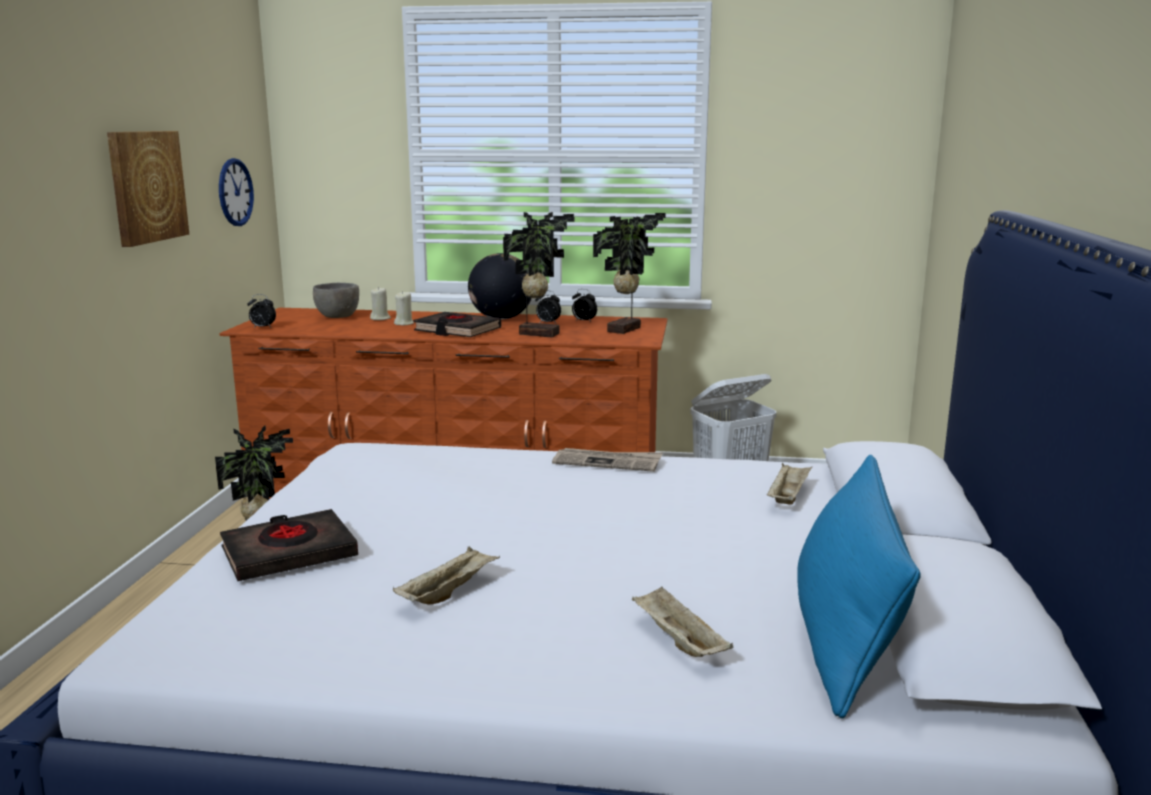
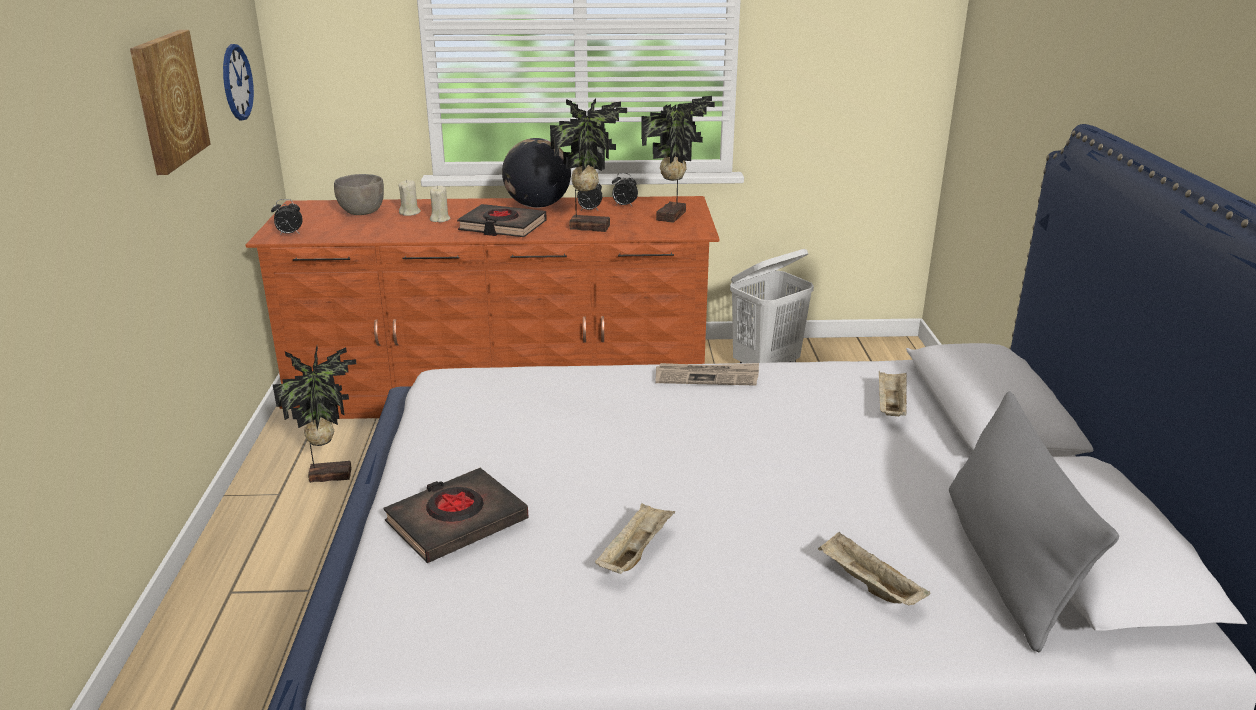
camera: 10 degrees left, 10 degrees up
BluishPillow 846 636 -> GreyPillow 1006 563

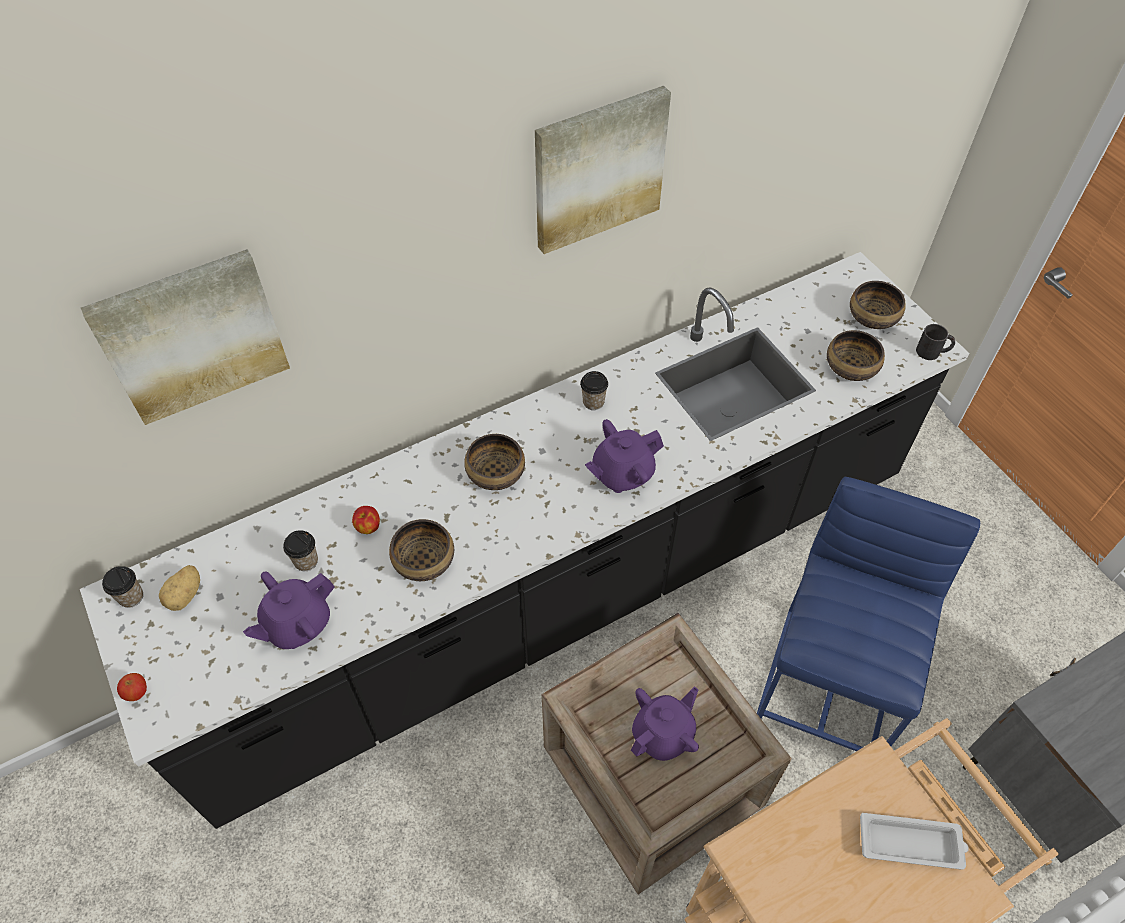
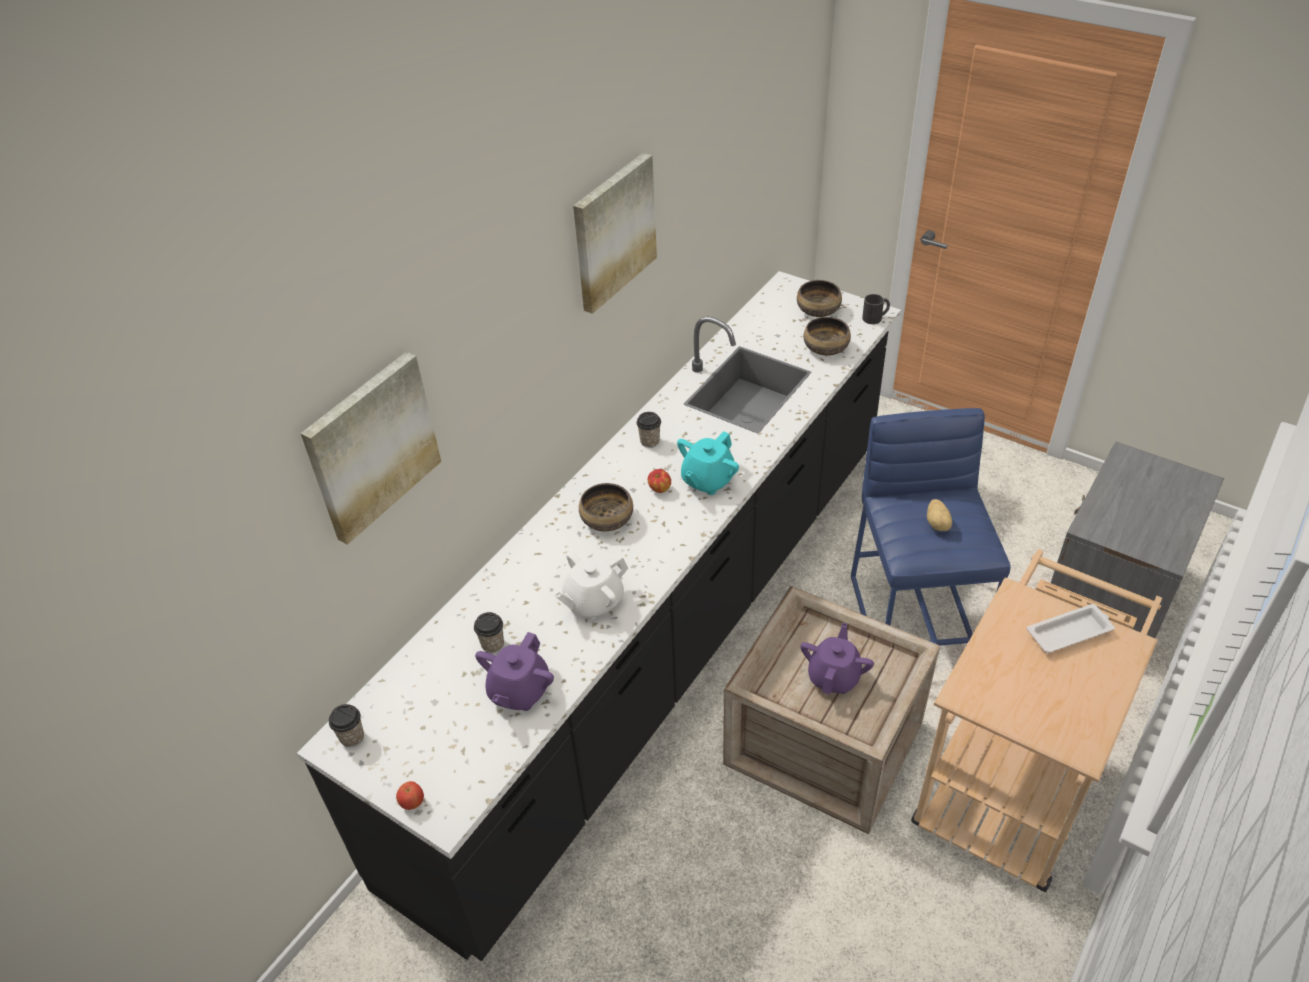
camera: 25 degrees left, 10 degrees down
PurplePotForTea 622 473 -> TurquoisePotForTea 707 480
WholeApple 368 527 -> WholeApple 659 489, moved
Bowl 424 560 -> WhitishPotForTea 593 602
Potato 186 595 -> Potato 938 524, moved

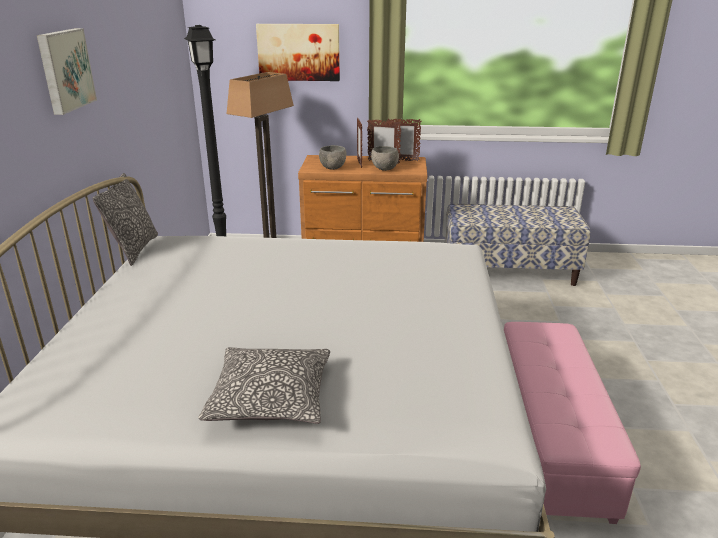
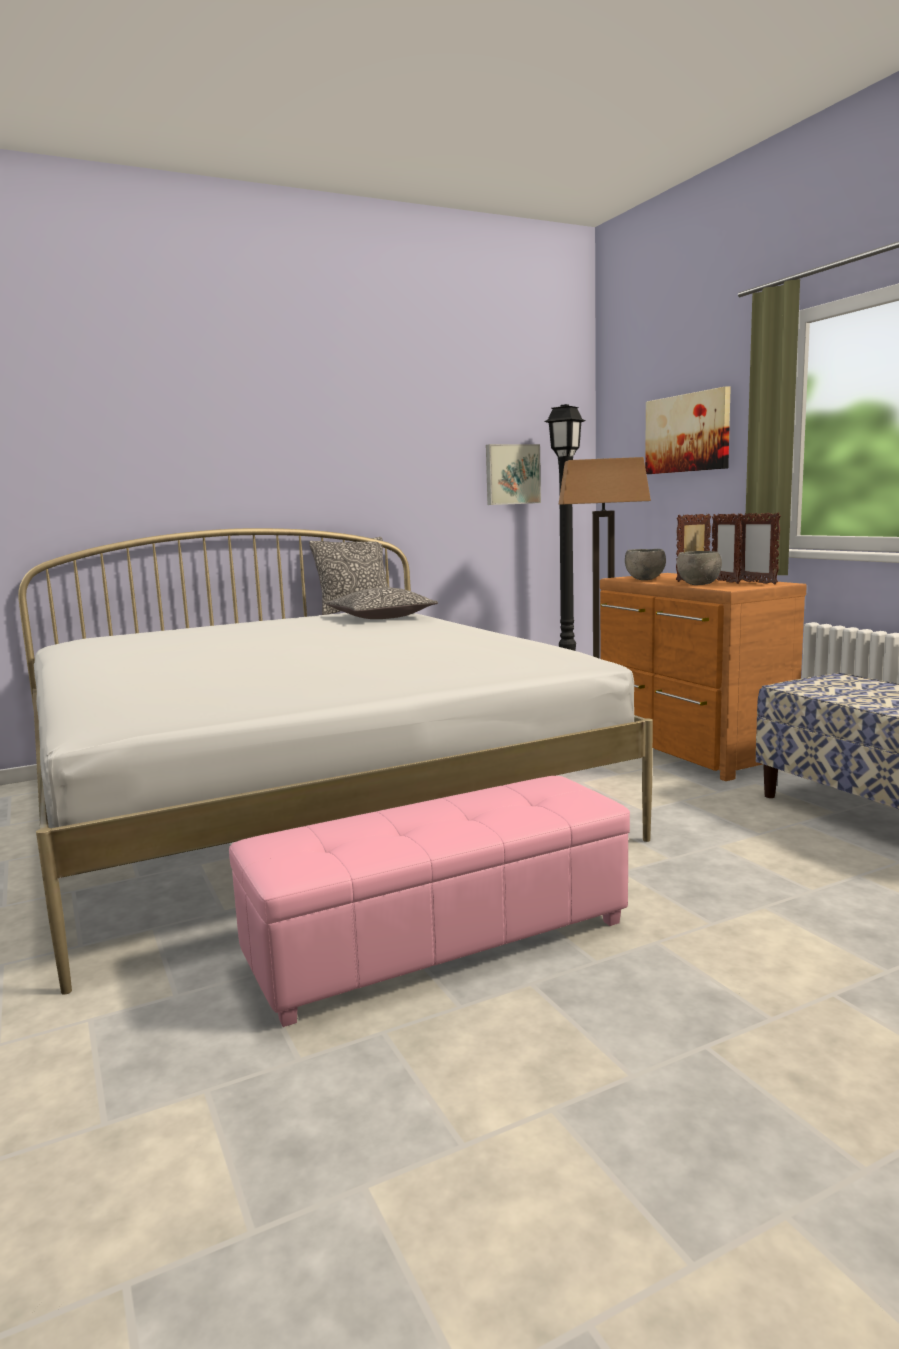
camera: 60 degrees right, 15 degrees down
WallPicture 64 70 -> WallPicture 512 474, moved
Pillow 270 397 -> Pillow 381 617, moved

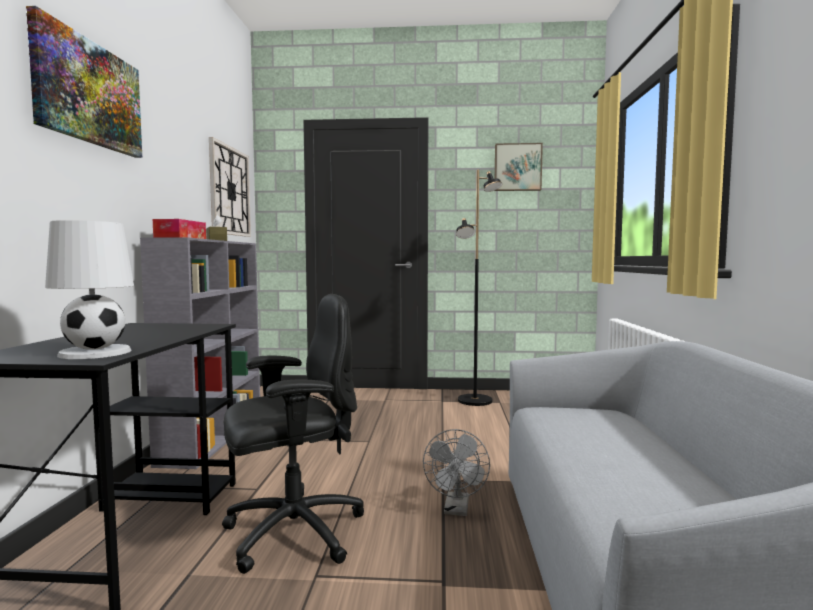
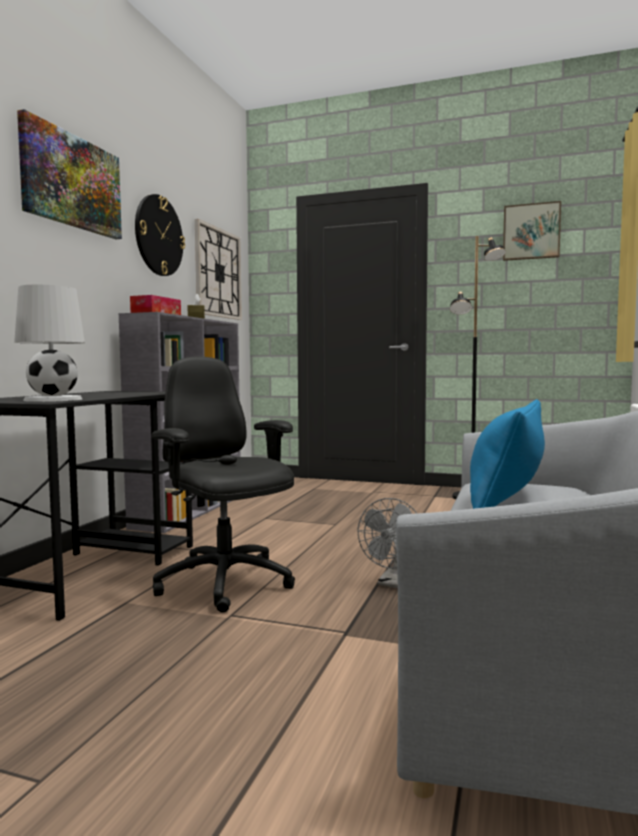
camera: 15 degrees right, 0 degrees up
BlackishOfficeChair 292 533 -> BlackishOfficeChair 225 584, 120 degrees counterclockwise
none -> WallClock 159 236
none -> BluishPillow 506 498

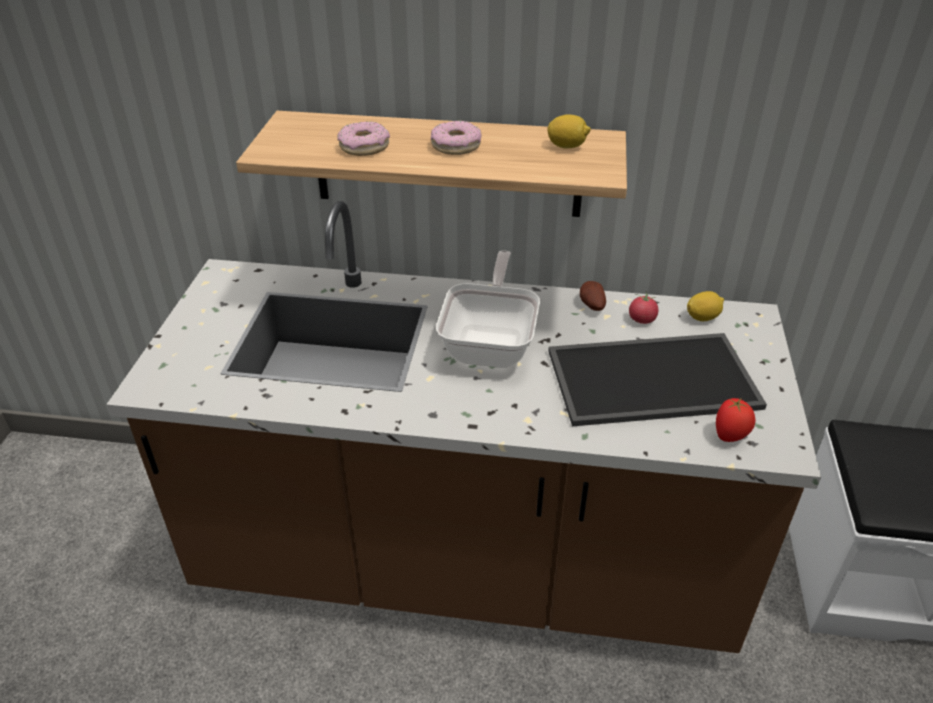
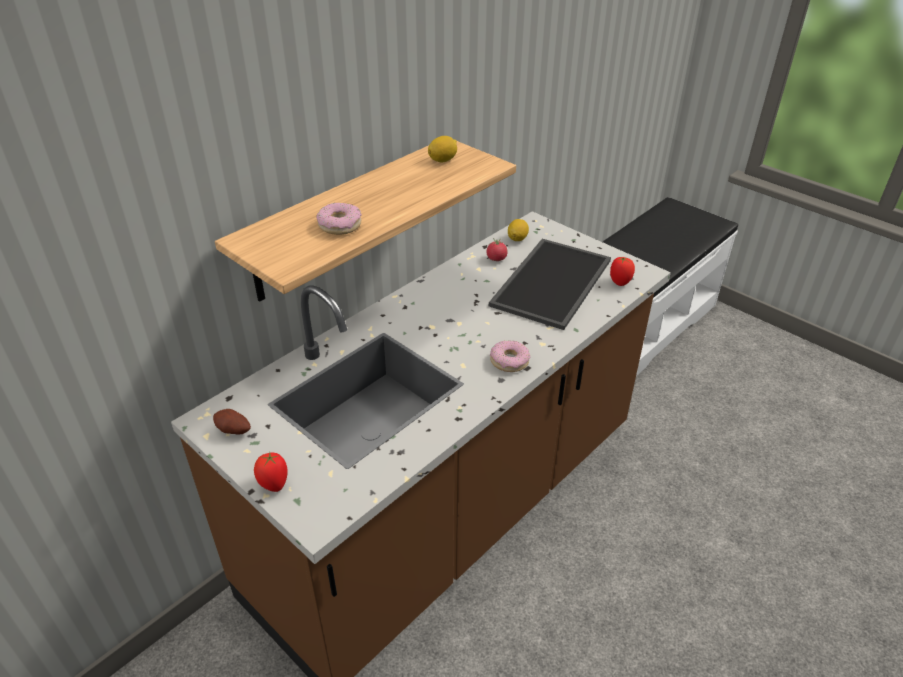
camera: 55 degrees left, 0 degrees up
Doughnut 455 146 -> Doughnut 509 361, moved
Skillet 491 343 -> none
Potato 591 305 -> Potato 233 431, moved
none -> Tomato 273 484

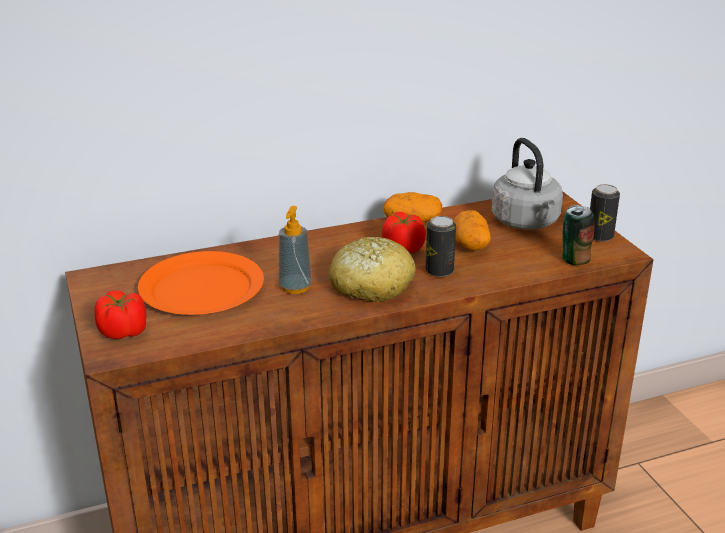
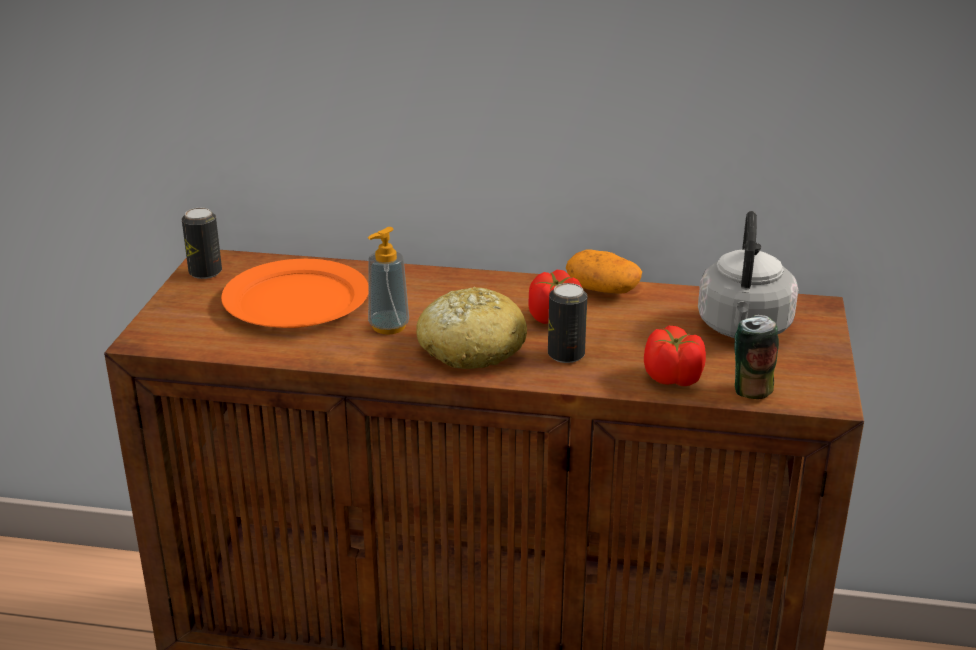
camera: 30 degrees right, 0 degrees up
Can 600 236 -> Can 205 272, moved
Potato 470 244 -> none
Tomato 123 332 -> Tomato 673 378, moved

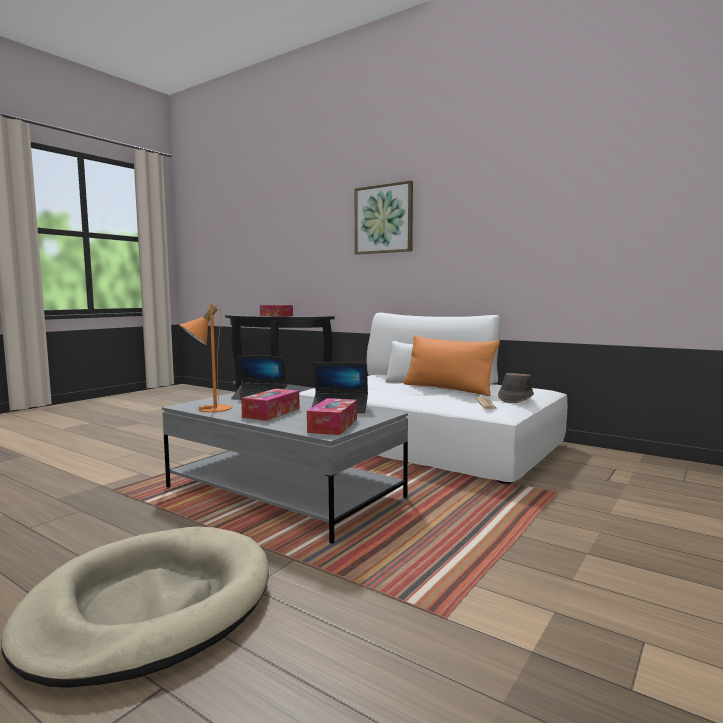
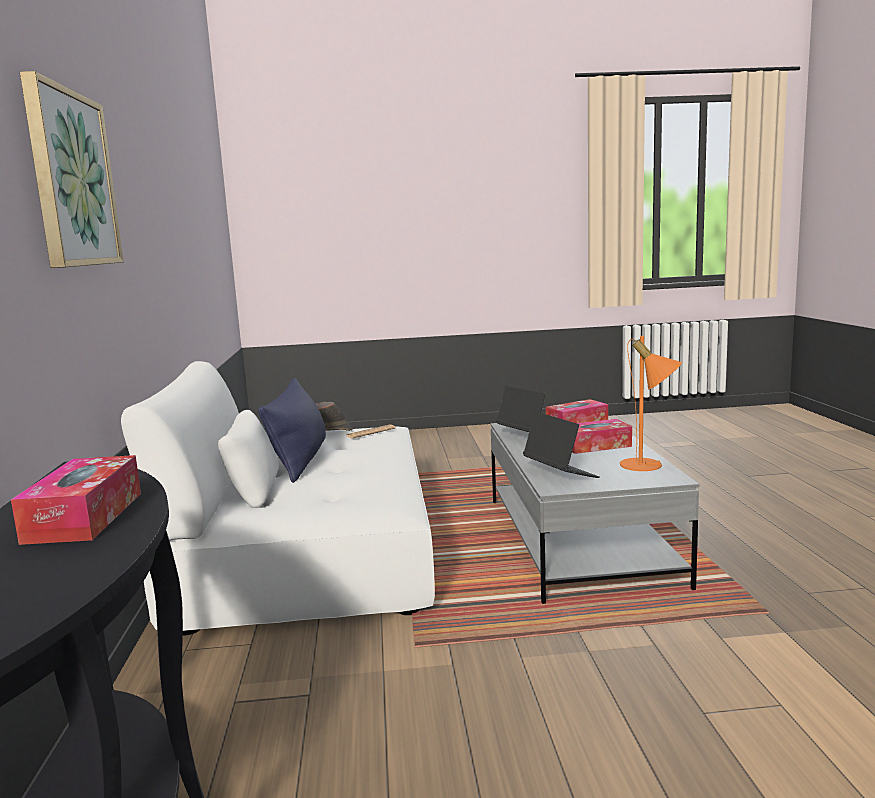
camera: 130 degrees left, 5 degrees up
OrangeColouredPillow 447 389 -> BluishPillow 299 460
BeigeColouredDogBed 149 607 -> none

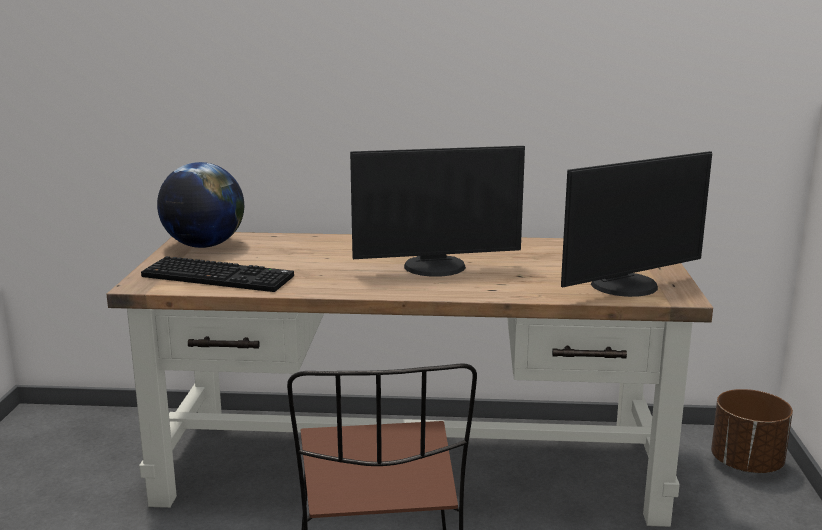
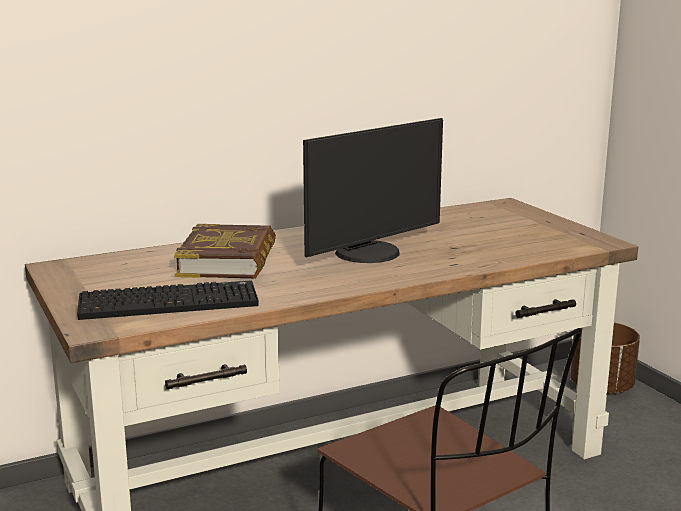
camera: 30 degrees left, 0 degrees up
ComputerScreen 627 286 -> none
WorldGlobe 204 246 -> none
none -> Volume 228 261

